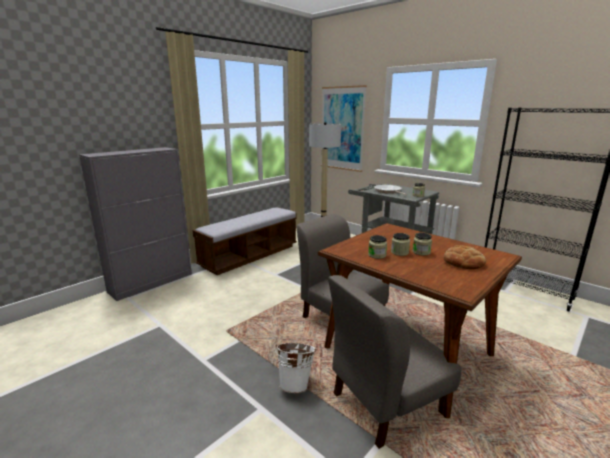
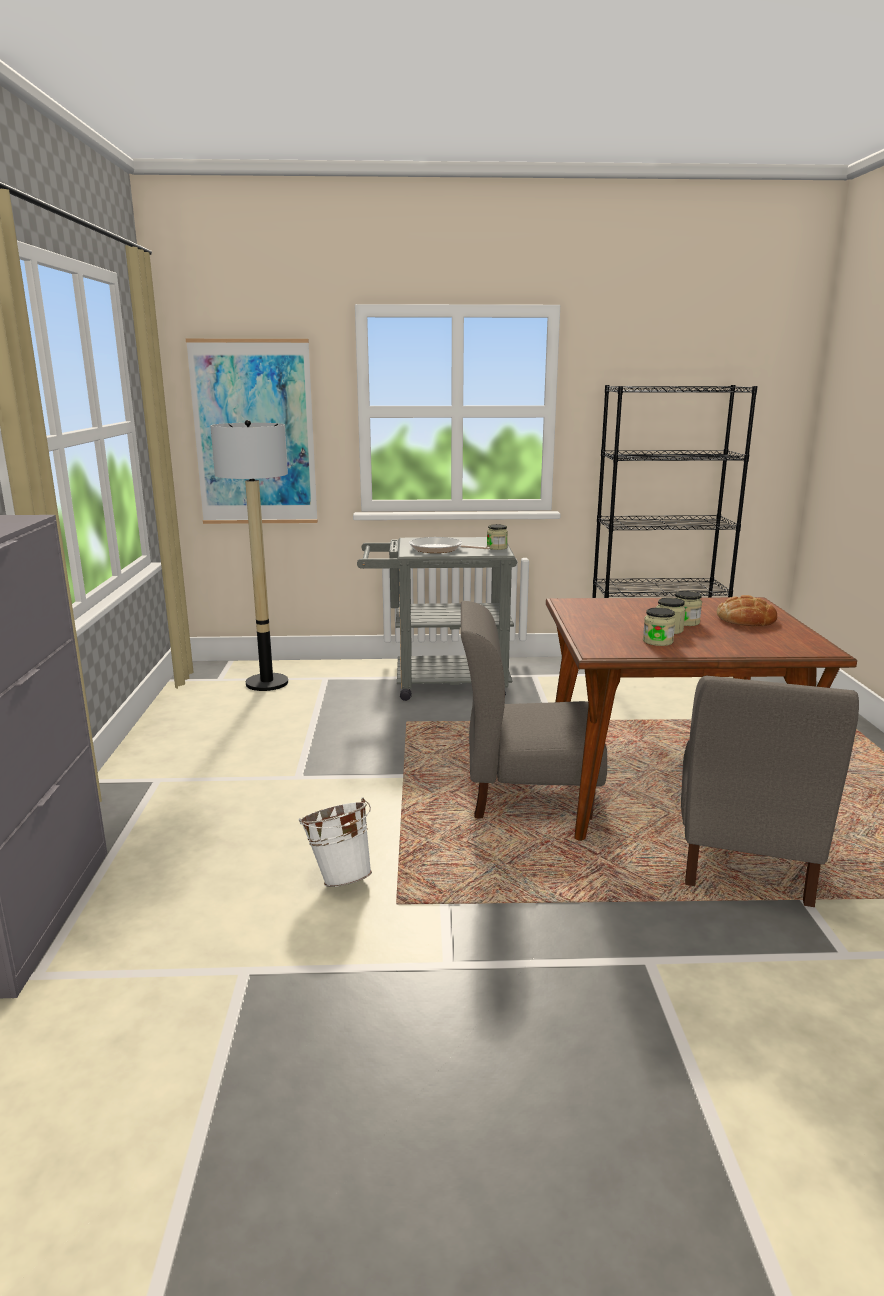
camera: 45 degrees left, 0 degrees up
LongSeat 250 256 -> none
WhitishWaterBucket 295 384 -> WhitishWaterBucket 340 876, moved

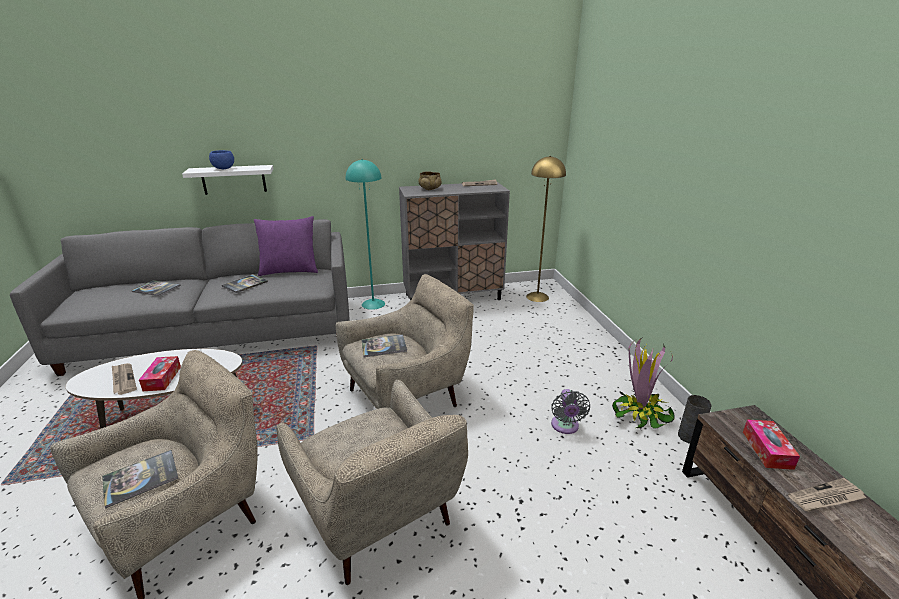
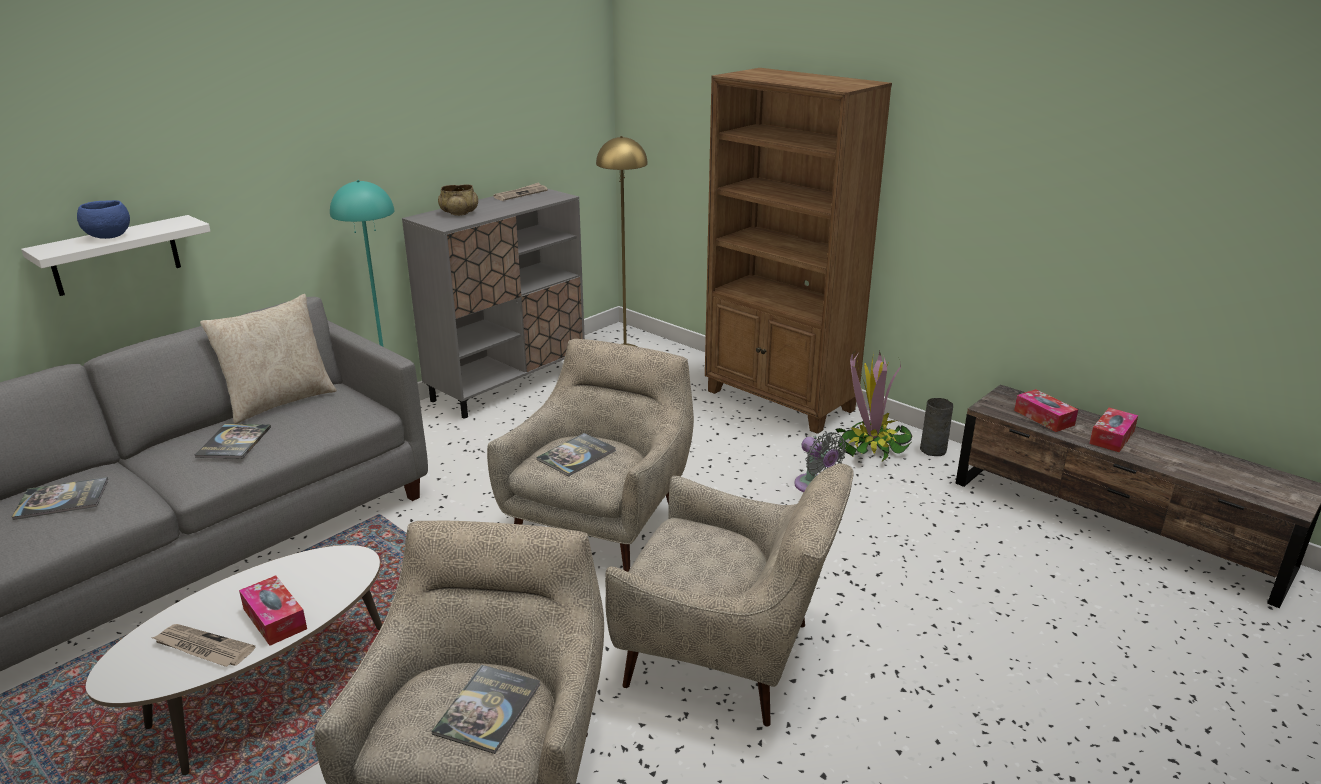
camera: 35 degrees left, 0 degrees up
PurplePillow 289 270 -> BeigeColouredPillow 279 401
PrintedPaper 826 498 -> TissueBox 1112 437
none -> BrownBookshelf 780 401

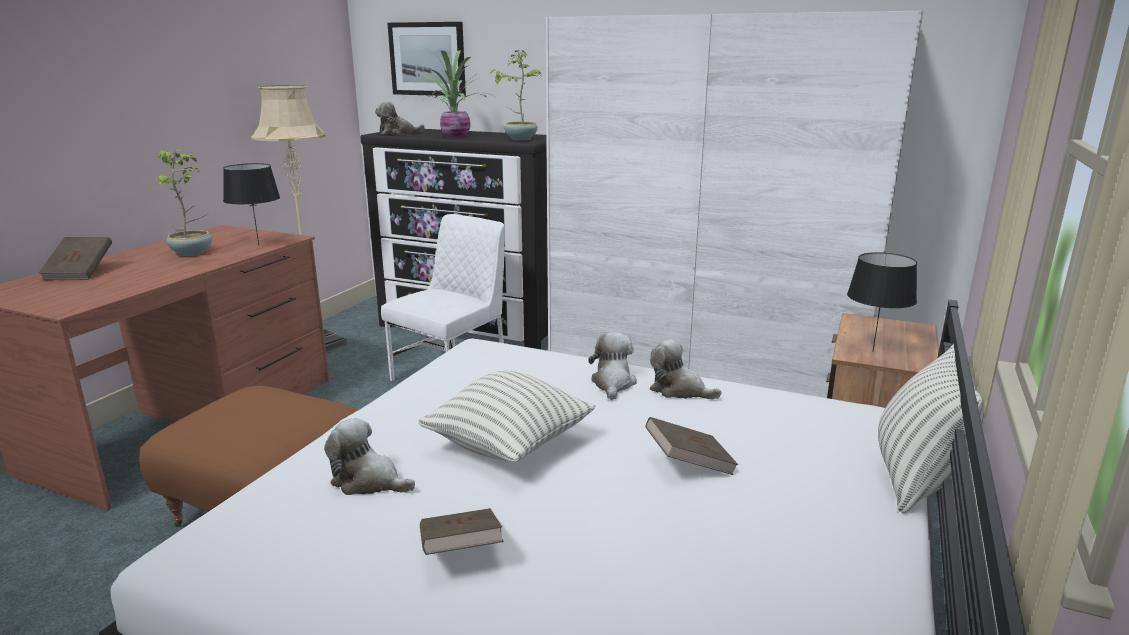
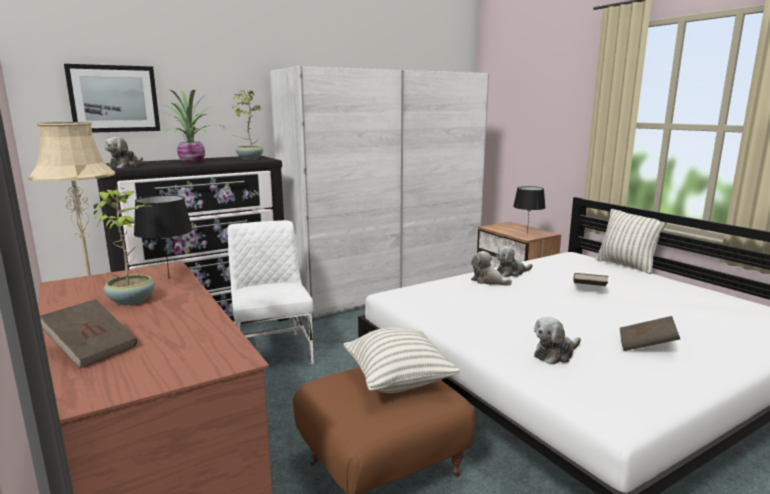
camera: 55 degrees left, 5 degrees down
Pillow 509 446 -> Pillow 398 381, moved

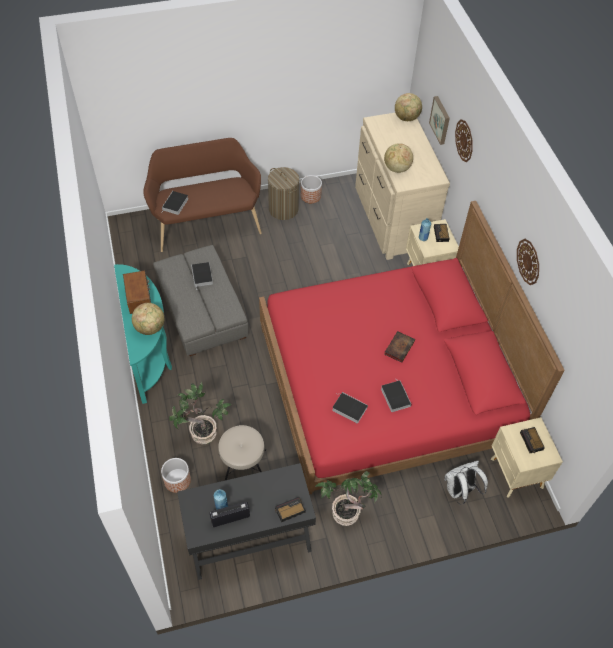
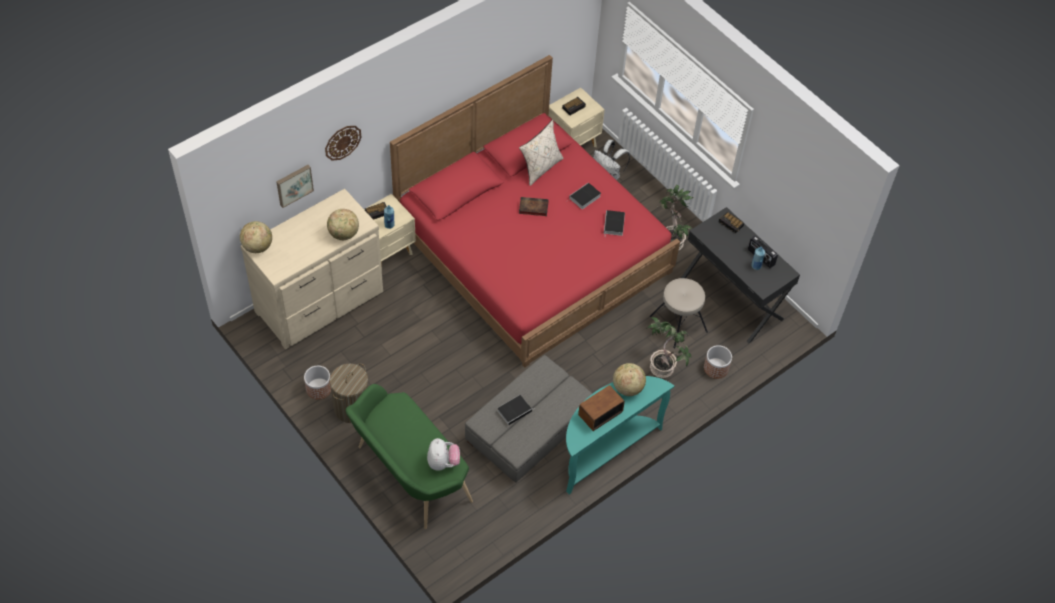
camera: 115 degrees left, 0 degrees up
BrownLongSeat 206 223 -> GreenLongSeat 408 475
Volume 175 205 -> PlushToy 443 462
WallClock 528 261 -> none
none -> BeigeColouredPillow 540 168

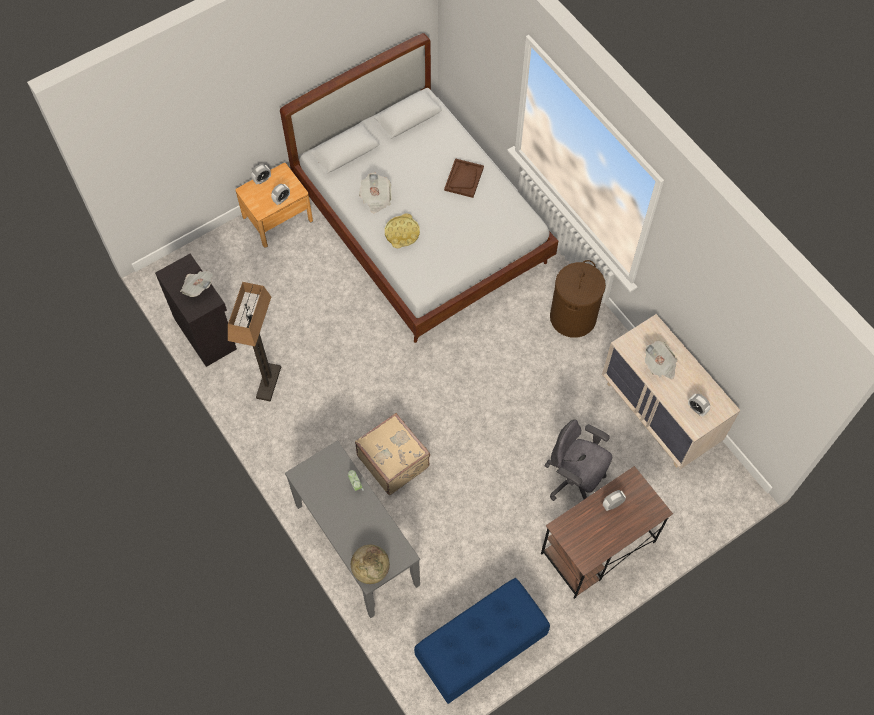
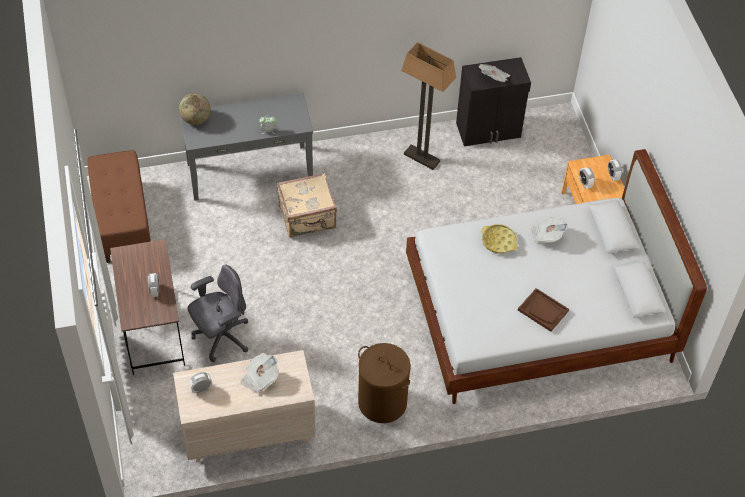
camera: 110 degrees right, 10 degrees down
BluishLongSeat 480 649 -> BrownLongSeat 122 221

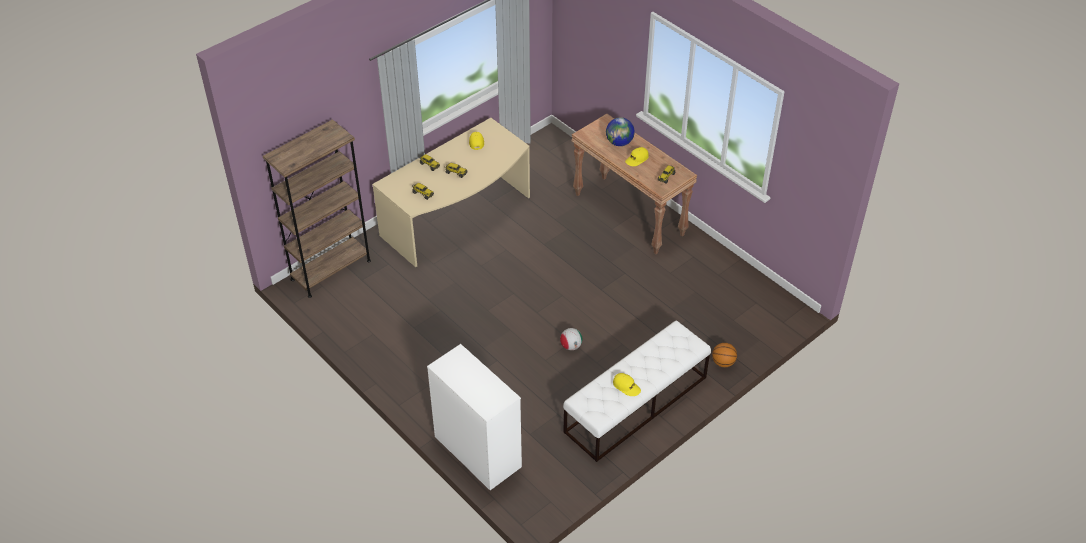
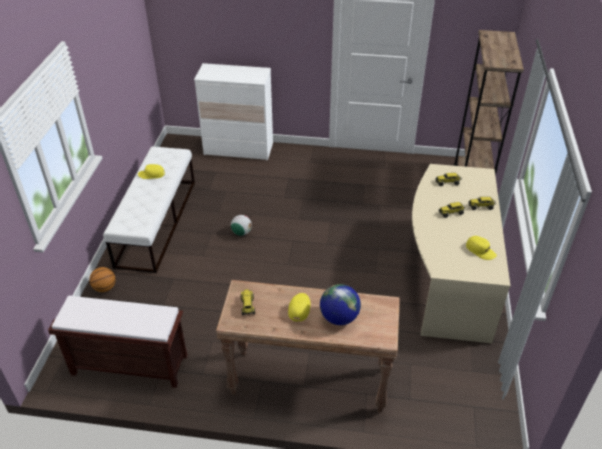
camera: 140 degrees right, 5 degrees down
none -> BrownLongSeat 128 365

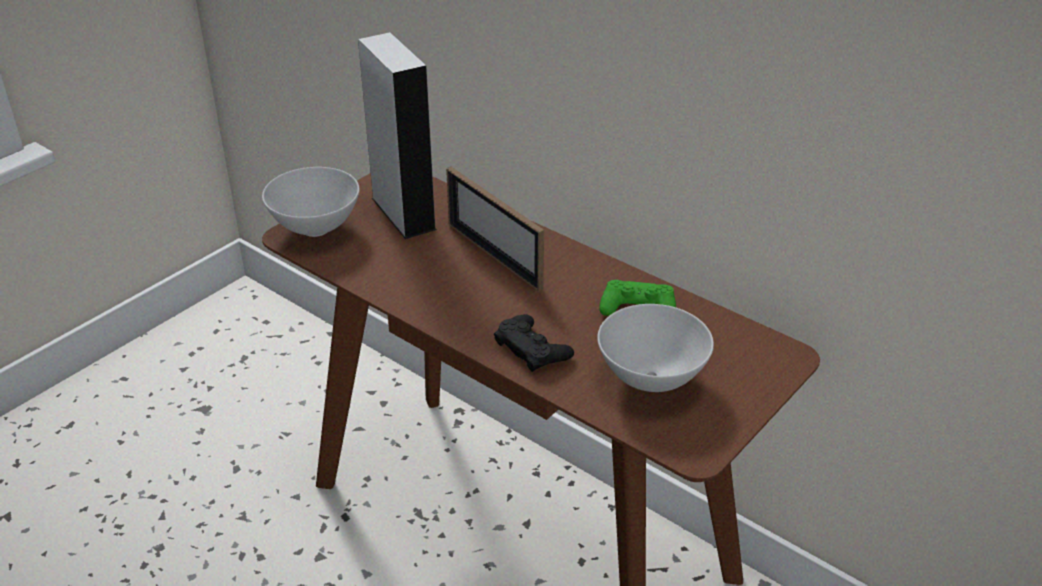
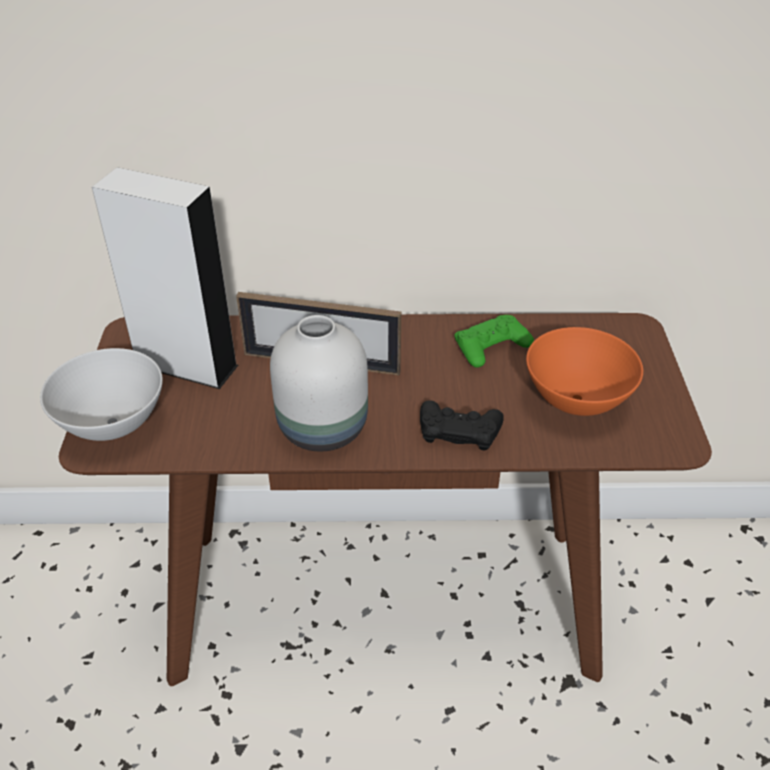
camera: 40 degrees left, 5 degrees up
WhitishBowl 650 380 -> OrangeColouredBowl 576 403
none -> WhitishFlowerVase 320 428

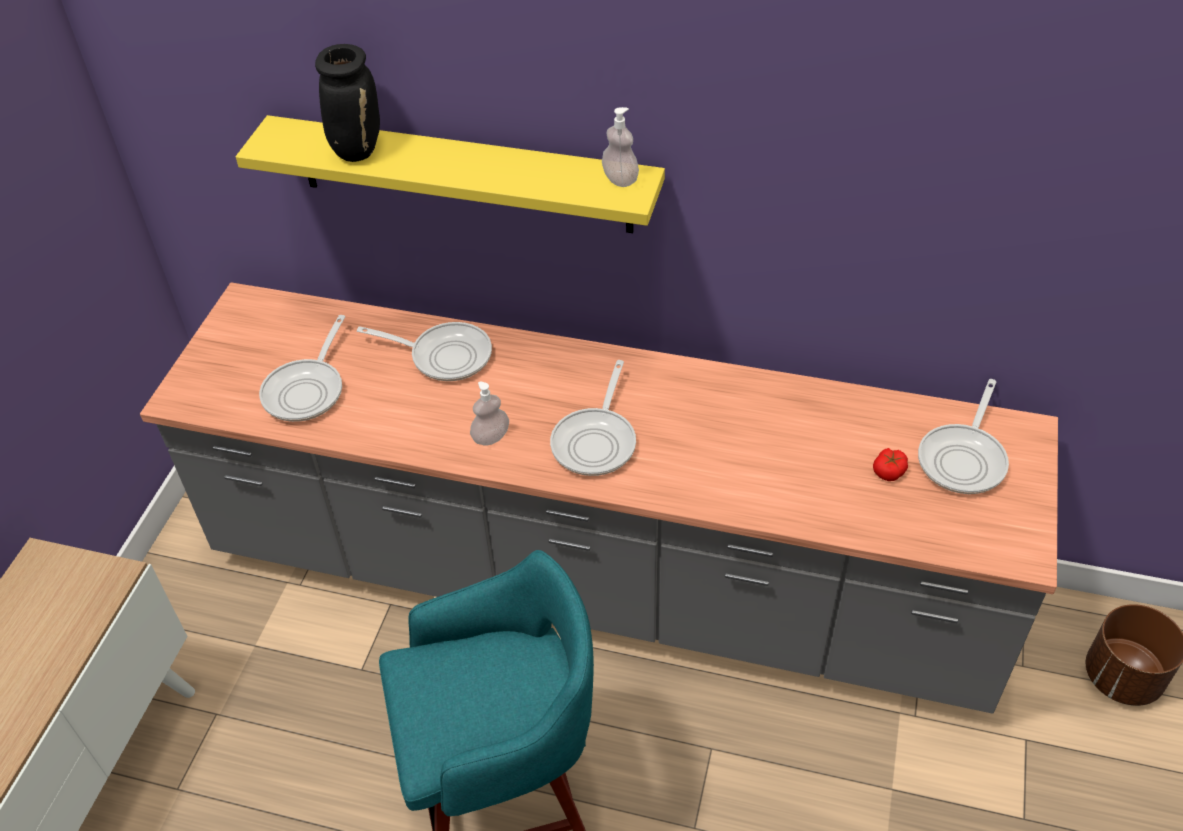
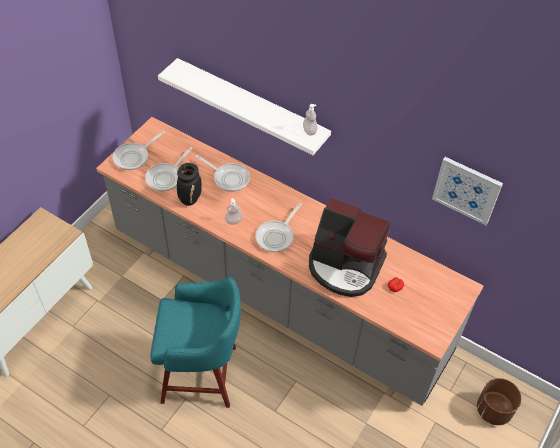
camera: 15 degrees right, 5 degrees up
BlackishFlowerVase 357 149 -> BlackishFlowerVase 190 198, moved
YellowShelf 463 174 -> WhitishShelf 251 106
Skillet 964 459 -> Skillet 134 157, moved
none -> WallPicture 466 190
none -> CoffeeMachine 345 266

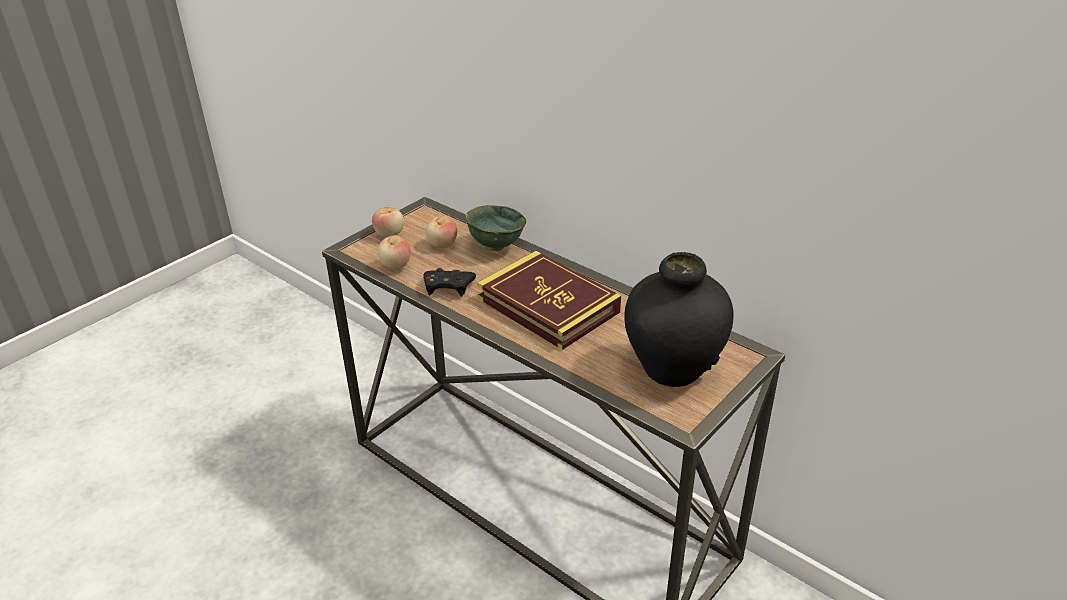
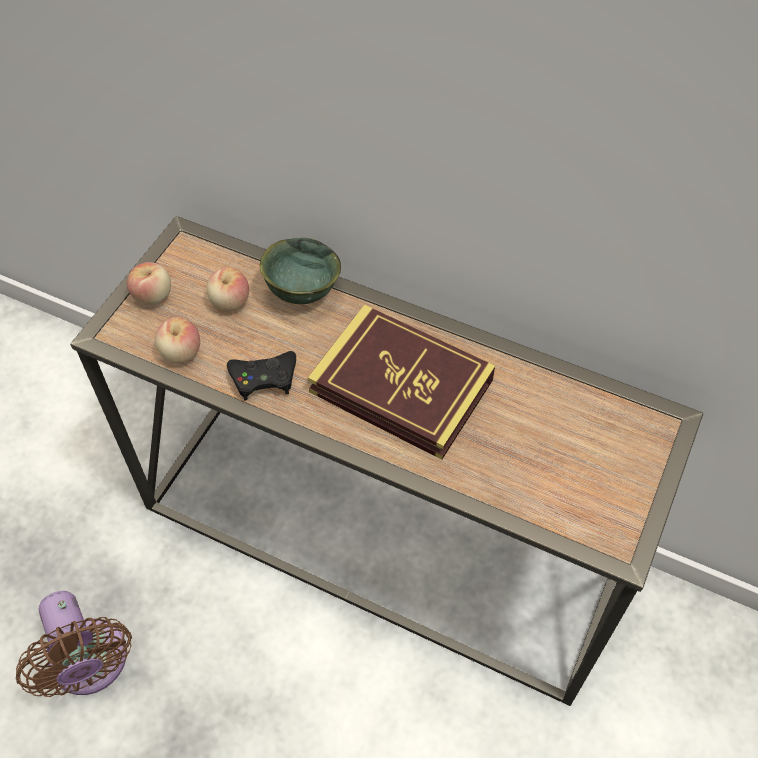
camera: 15 degrees left, 20 degrees up
BlackishFlowerVase 672 369 -> none
none -> BrownElectricFan 91 665

